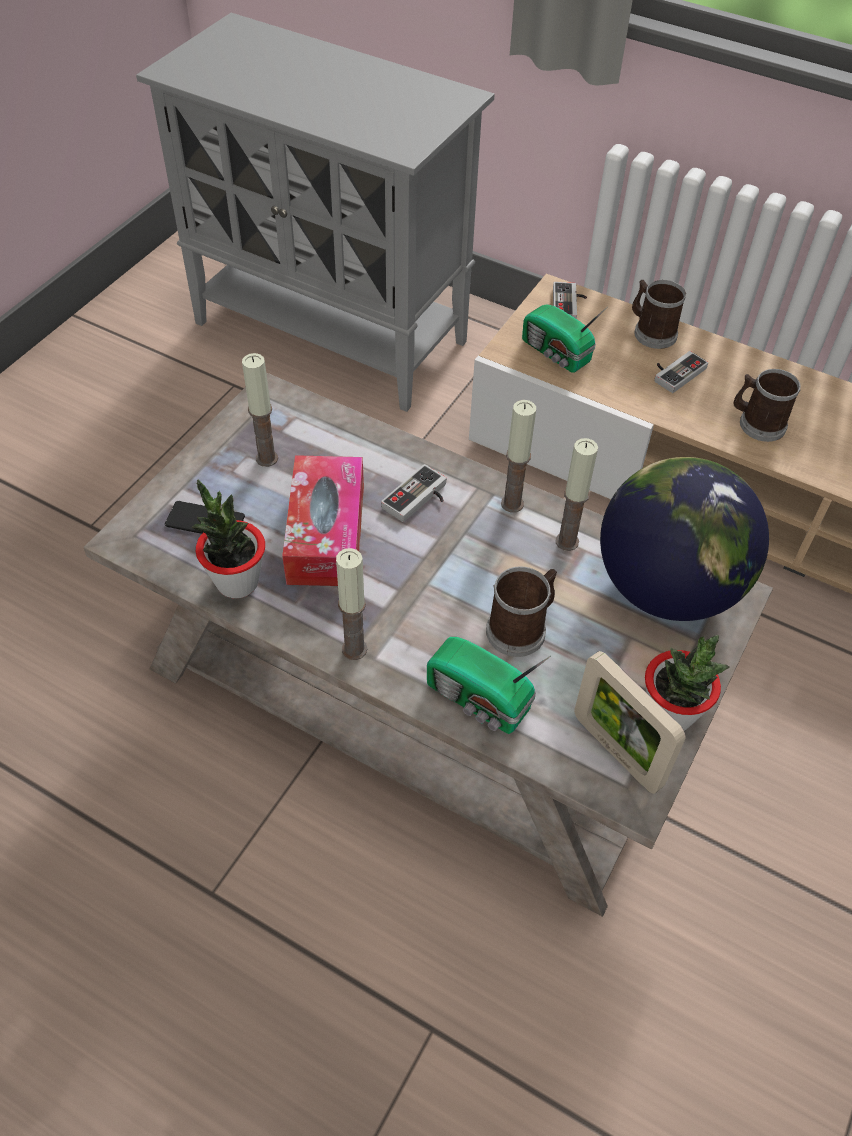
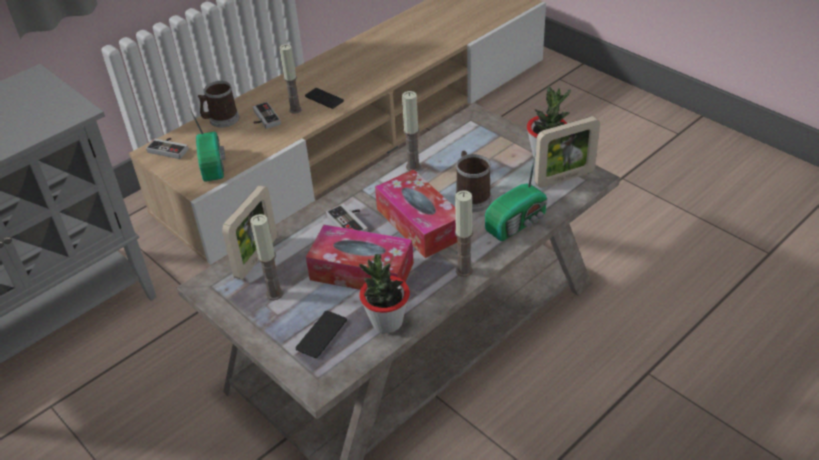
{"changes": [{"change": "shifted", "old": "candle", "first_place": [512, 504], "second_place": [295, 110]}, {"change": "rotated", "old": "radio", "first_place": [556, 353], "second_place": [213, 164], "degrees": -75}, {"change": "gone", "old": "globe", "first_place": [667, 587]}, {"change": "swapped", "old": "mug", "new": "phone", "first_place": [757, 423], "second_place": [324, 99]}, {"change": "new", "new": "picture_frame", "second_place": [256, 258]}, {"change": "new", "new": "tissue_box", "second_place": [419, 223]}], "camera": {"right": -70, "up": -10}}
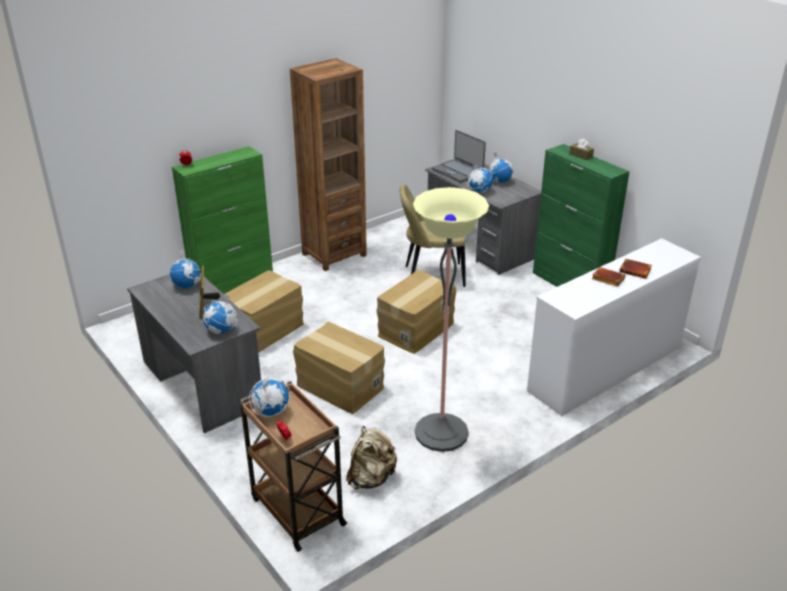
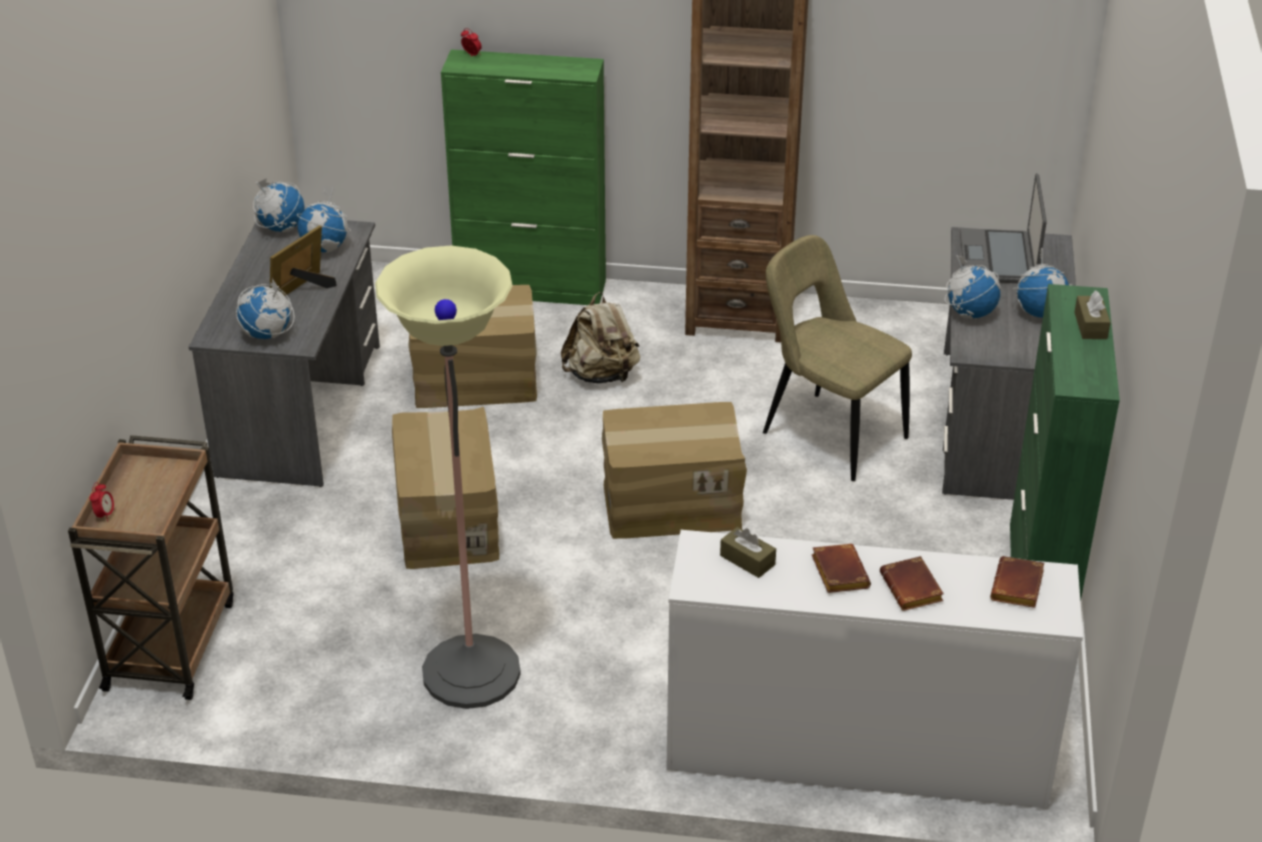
{"changes": [{"change": "shifted", "old": "globe", "first_place": [271, 412], "second_place": [281, 228]}, {"change": "shifted", "old": "beige_backpack", "first_place": [371, 478], "second_place": [602, 375]}, {"change": "new", "new": "brown_tissue_box", "second_place": [747, 560]}, {"change": "new", "new": "brown_book", "second_place": [1018, 588]}], "camera": {"right": 45, "up": 5}}
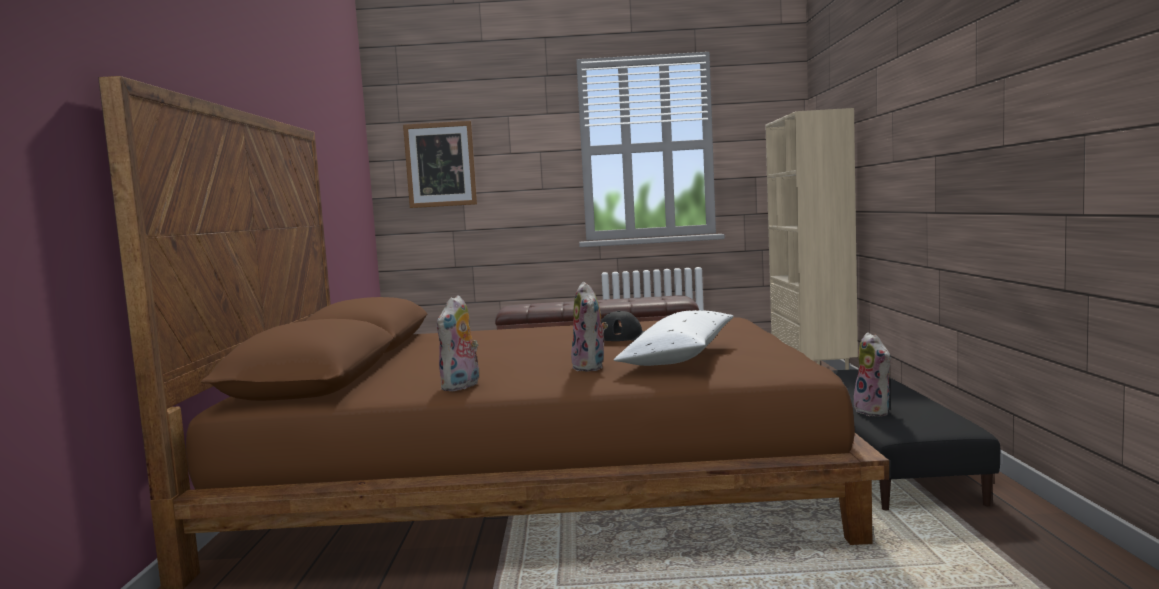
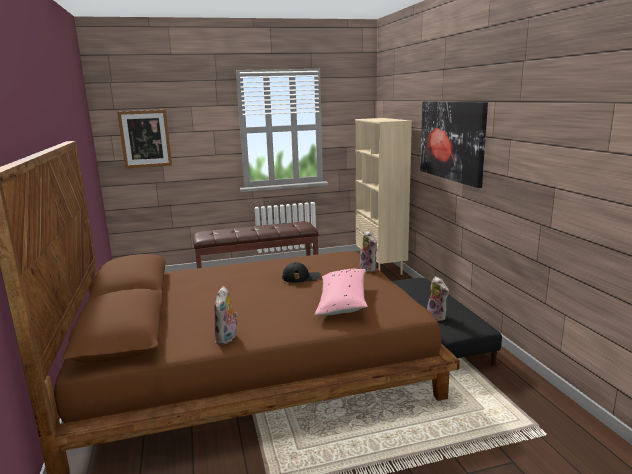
{"changes": [{"change": "shifted", "old": "plush_toy", "first_place": [591, 367], "second_place": [369, 269]}, {"change": "repainted", "old": "white_pillow", "new": "pink_pillow", "first_place": [679, 356], "second_place": [342, 301]}, {"change": "new", "new": "picture", "second_place": [451, 140]}], "camera": {"right": -15, "up": 10}}
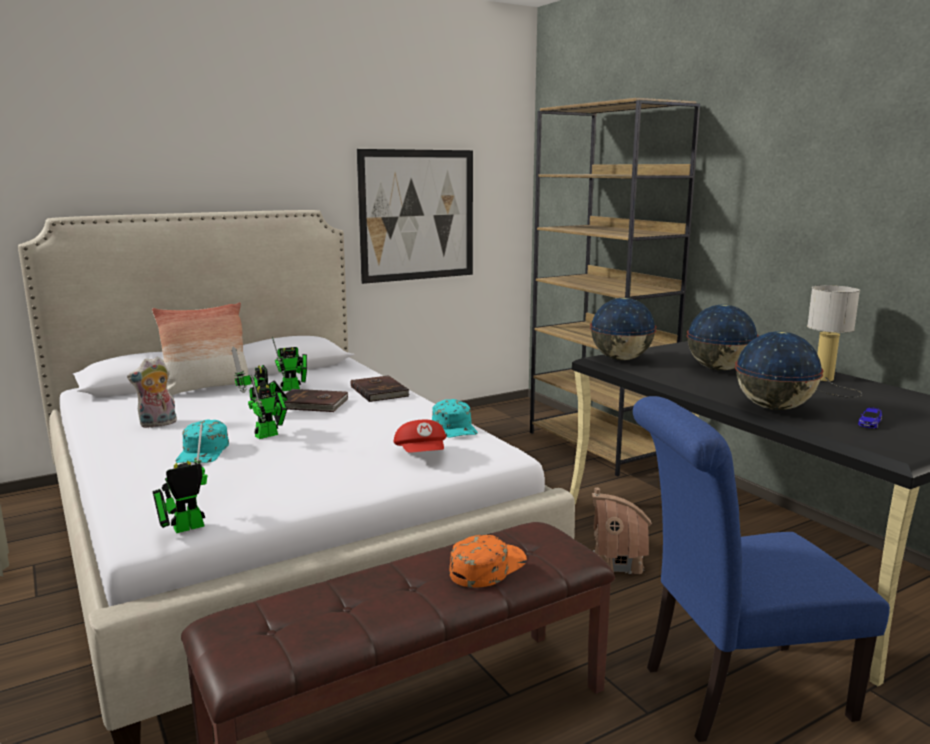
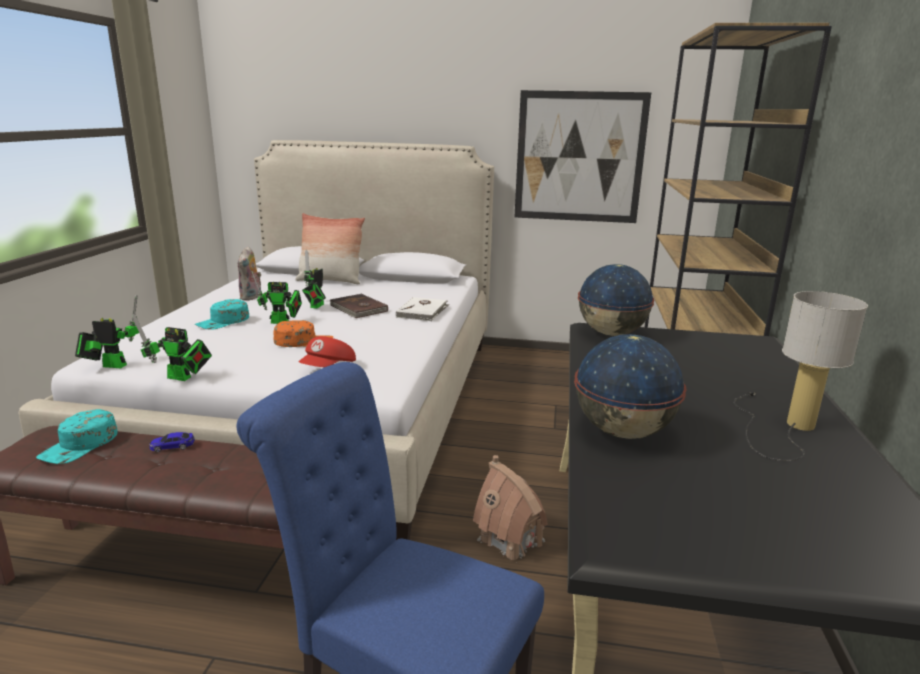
{"changes": [{"change": "rotated", "old": "plush_toy", "first_place": [157, 424], "second_place": [251, 297], "degrees": -90}, {"change": "shifted", "old": "toy_robot", "first_place": [294, 388], "second_place": [182, 378]}, {"change": "repainted", "old": "brown_book", "new": "white_book", "first_place": [380, 391], "second_place": [423, 311]}, {"change": "shifted", "old": "turquoise_cap", "first_place": [455, 427], "second_place": [80, 445]}, {"change": "shifted", "old": "orange_cap", "first_place": [487, 567], "second_place": [303, 341]}, {"change": "gone", "old": "globe", "first_place": [719, 369]}, {"change": "shifted", "old": "toy_car", "first_place": [869, 423], "second_place": [172, 447]}], "camera": {"right": 40, "up": 5}}
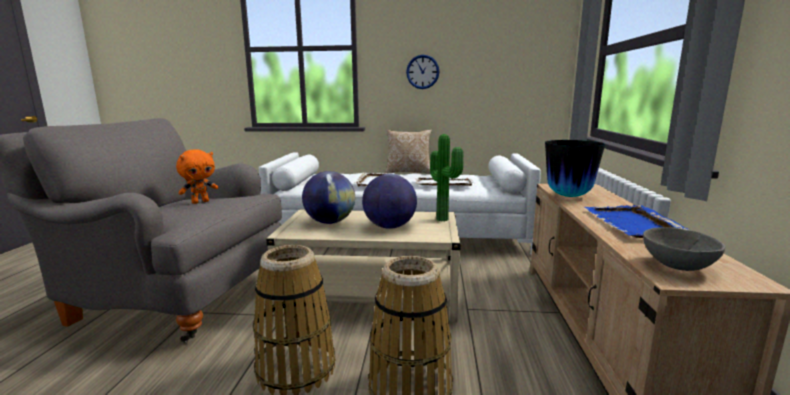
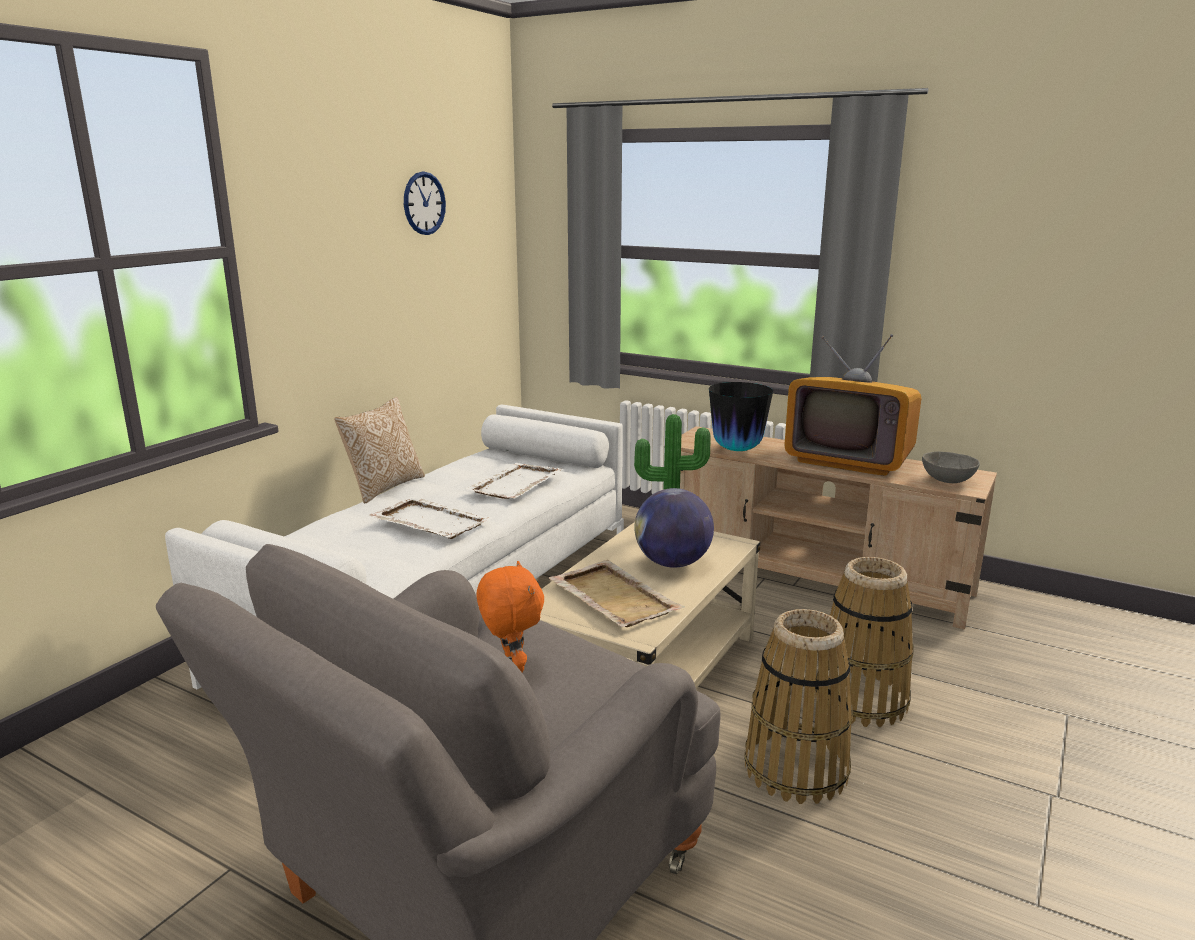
{"changes": [{"change": "swapped", "old": "globe", "new": "beige_tray", "first_place": [330, 222], "second_place": [613, 597]}, {"change": "shifted", "old": "wall_clock", "first_place": [422, 72], "second_place": [424, 203]}, {"change": "swapped", "old": "blue_tray", "new": "television", "first_place": [635, 225], "second_place": [849, 460]}], "camera": {"right": -65, "up": 5}}
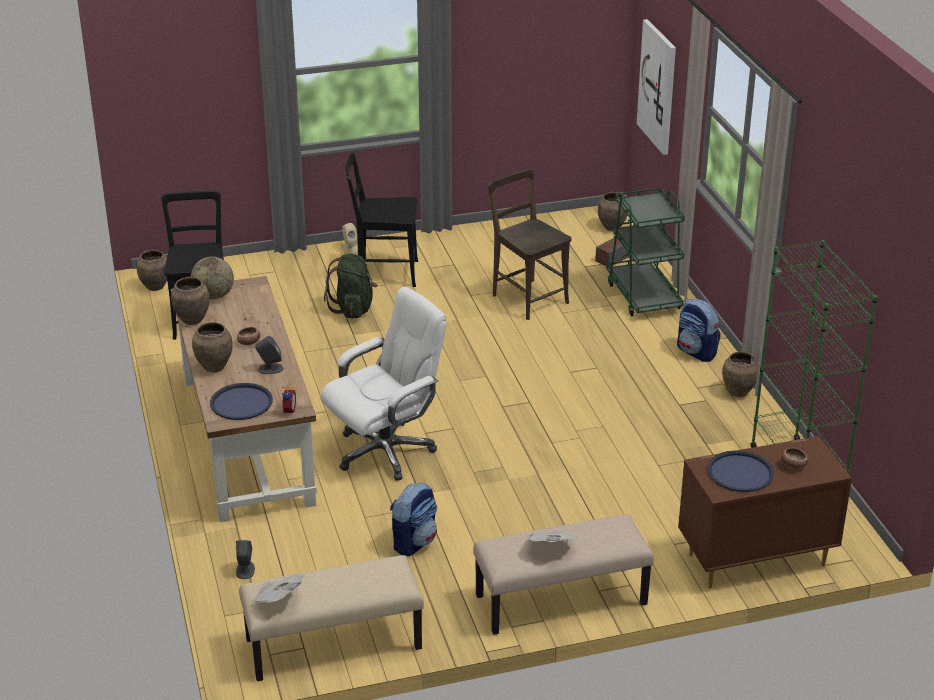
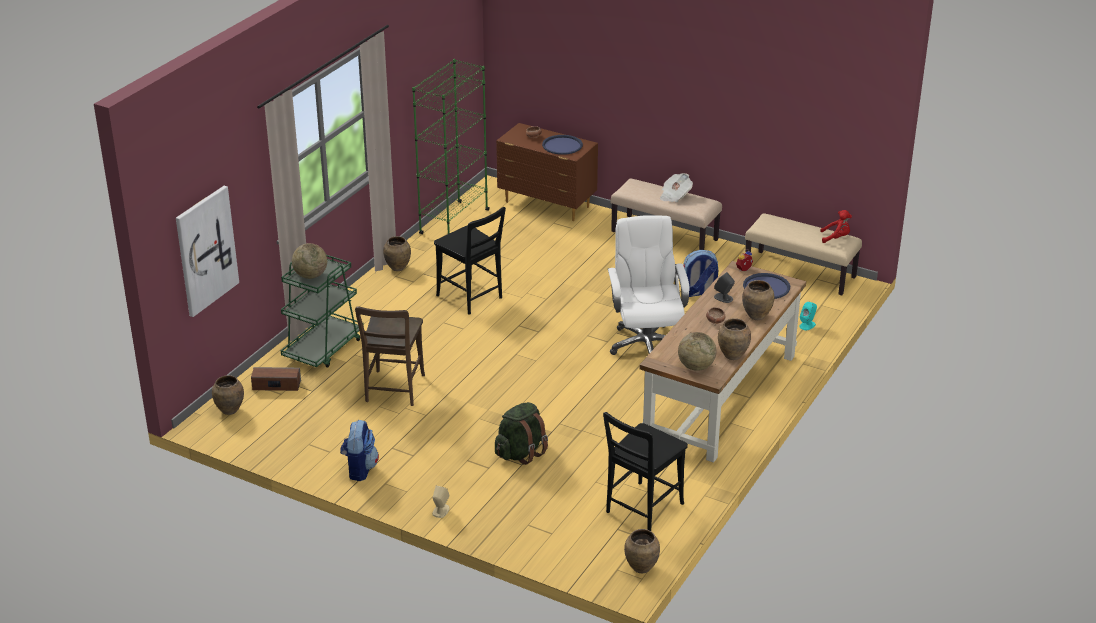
{"changes": [{"change": "repainted", "old": "grey_speaker", "new": "turquoise_speaker", "first_place": [245, 570], "second_place": [807, 325]}, {"change": "swapped", "old": "newspaper", "new": "red_plush_toy", "first_place": [278, 599], "second_place": [836, 238]}, {"change": "rotated", "old": "white_office_chair", "first_place": [385, 451], "second_place": [646, 344], "degrees": 75}, {"change": "shifted", "old": "black_chair", "first_place": [384, 273], "second_place": [471, 298]}, {"change": "shifted", "old": "backpack", "first_place": [696, 352], "second_place": [359, 469]}, {"change": "new", "new": "globe", "second_place": [310, 275]}], "camera": {"right": -135, "up": 0}}
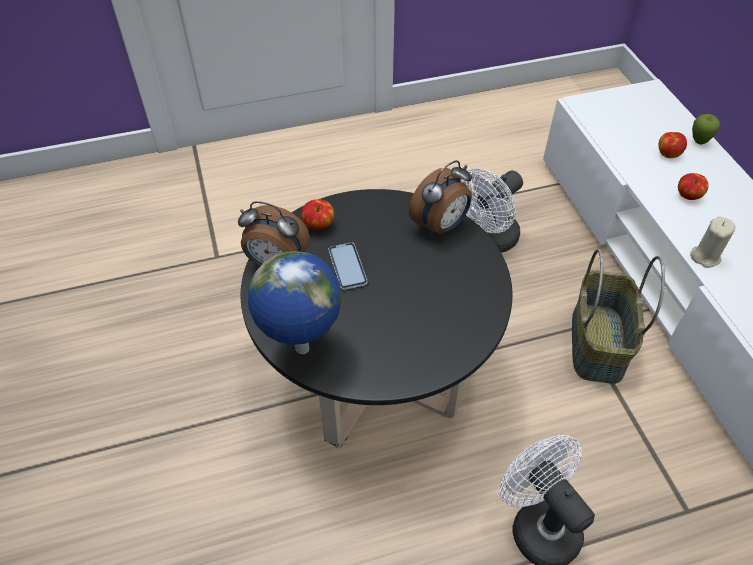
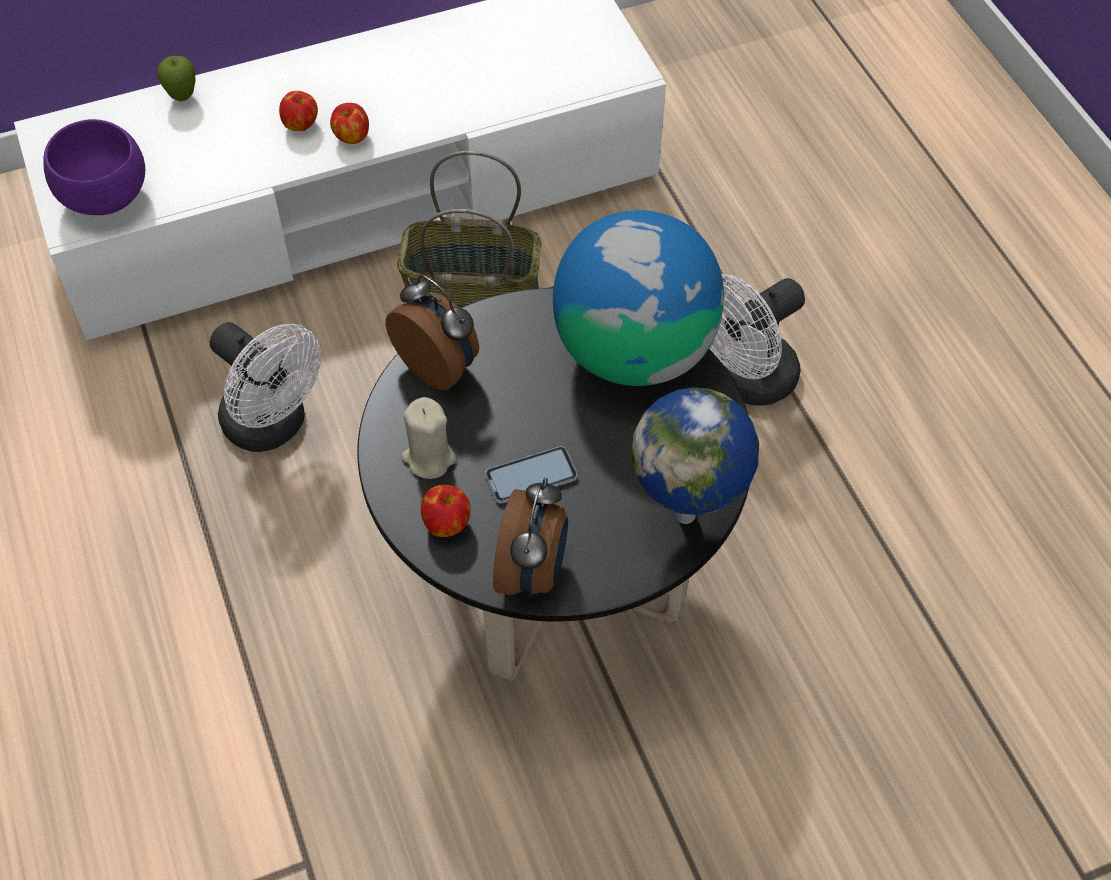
{"changes": [{"change": "shifted", "old": "apple", "first_place": [668, 154], "second_place": [351, 137]}, {"change": "shifted", "old": "beige_candle", "first_place": [705, 256], "second_place": [428, 458]}, {"change": "new", "new": "purple_bowl", "second_place": [108, 198]}, {"change": "new", "new": "globe", "second_place": [633, 350]}], "camera": {"right": -95, "up": 5}}
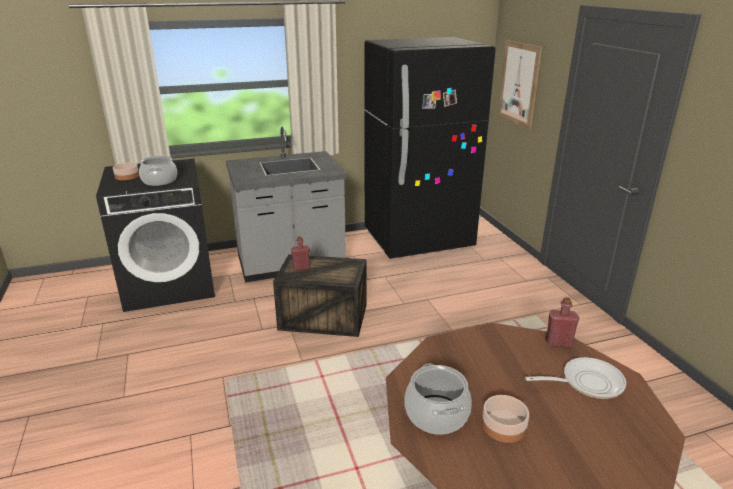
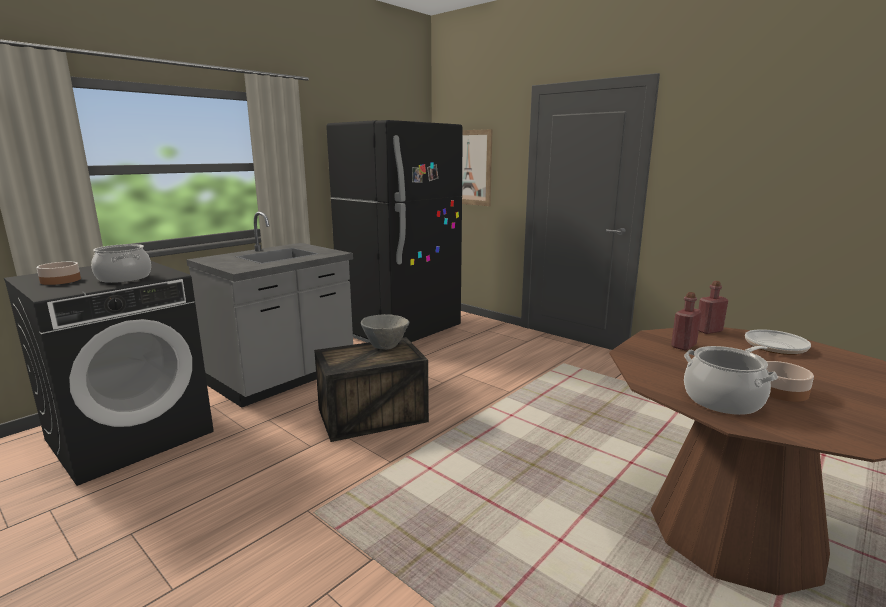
{"changes": [{"change": "shifted", "old": "red_bottle", "first_place": [301, 268], "second_place": [683, 346]}, {"change": "new", "new": "grey_bowl", "second_place": [386, 346]}], "camera": {"right": -30, "up": -10}}
